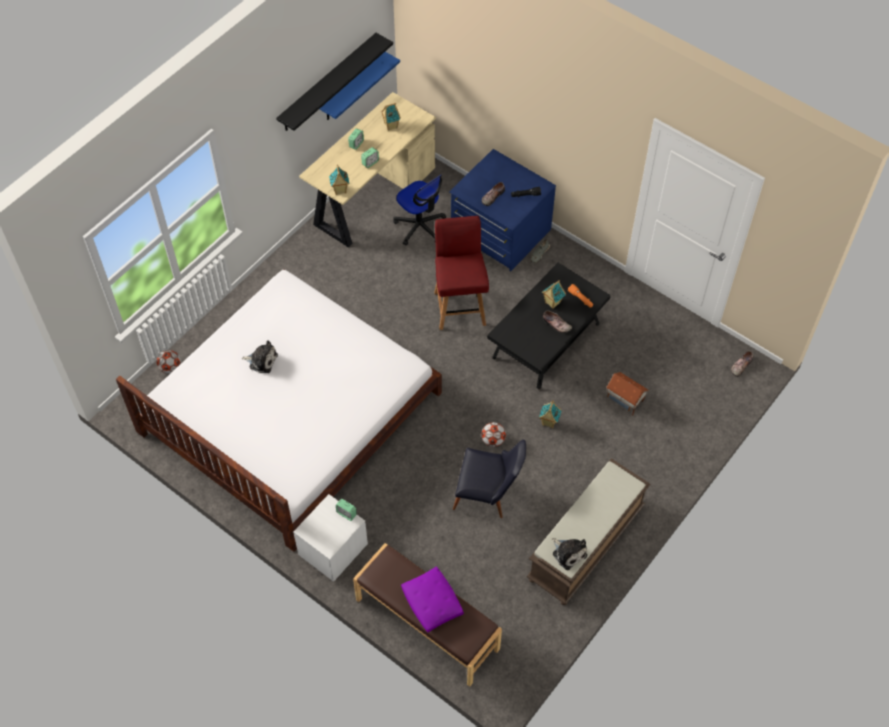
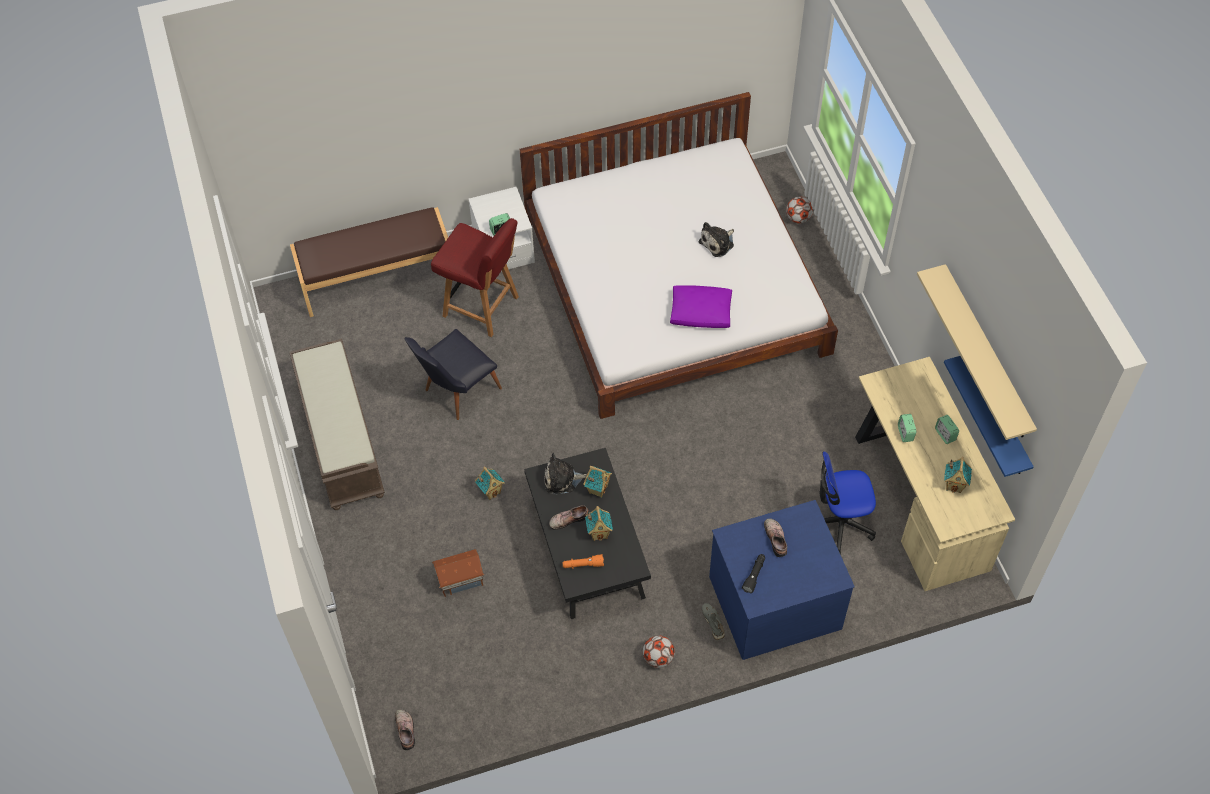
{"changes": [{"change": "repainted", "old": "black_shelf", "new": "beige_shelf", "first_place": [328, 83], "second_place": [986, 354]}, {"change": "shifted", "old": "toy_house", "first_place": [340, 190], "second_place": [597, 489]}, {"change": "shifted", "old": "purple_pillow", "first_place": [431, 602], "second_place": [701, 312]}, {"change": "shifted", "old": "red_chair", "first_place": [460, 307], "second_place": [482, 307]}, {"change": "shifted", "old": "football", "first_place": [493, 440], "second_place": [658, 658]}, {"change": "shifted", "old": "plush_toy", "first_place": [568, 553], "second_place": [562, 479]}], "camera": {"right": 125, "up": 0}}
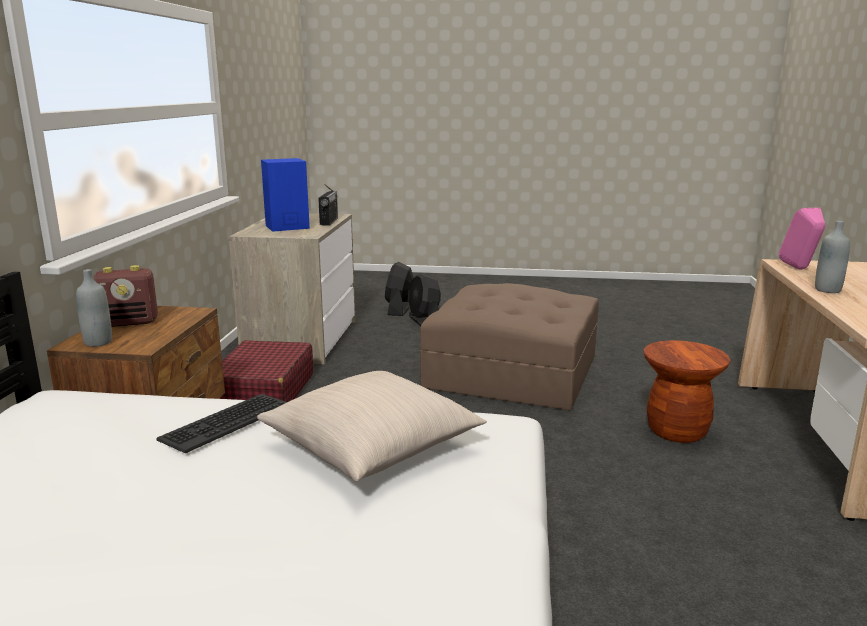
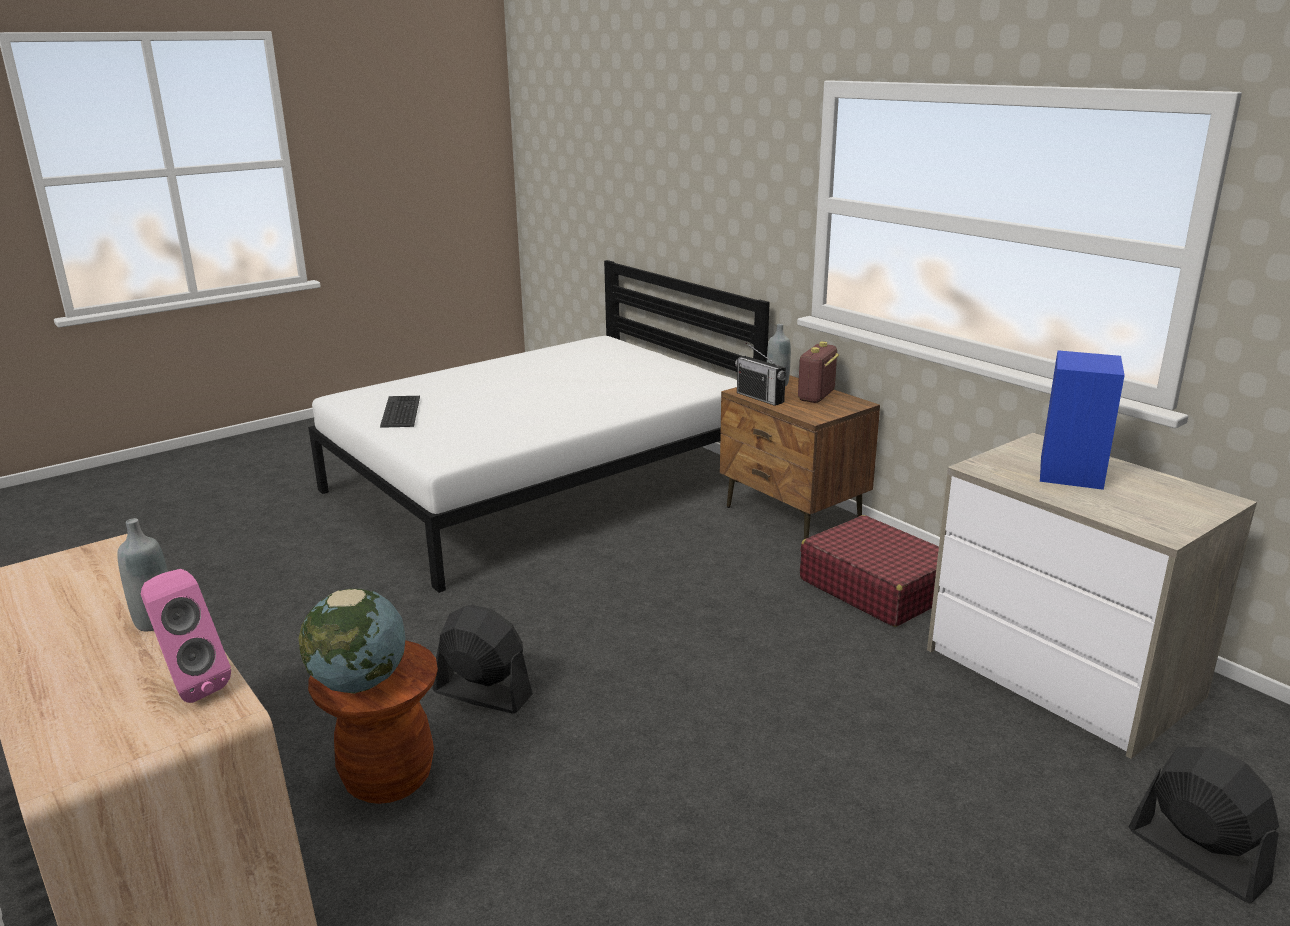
{"changes": [{"change": "shifted", "old": "keyboard", "first_place": [226, 422], "second_place": [401, 412]}, {"change": "gone", "old": "beige_pillow", "first_place": [371, 447]}, {"change": "shifted", "old": "radio", "first_place": [329, 221], "second_place": [760, 398]}, {"change": "shifted", "old": "black_fan", "first_place": [425, 322], "second_place": [482, 693]}, {"change": "gone", "old": "brown_ottoman", "first_place": [511, 372]}, {"change": "new", "new": "globe", "second_place": [359, 683]}], "camera": {"right": 135, "up": 5}}
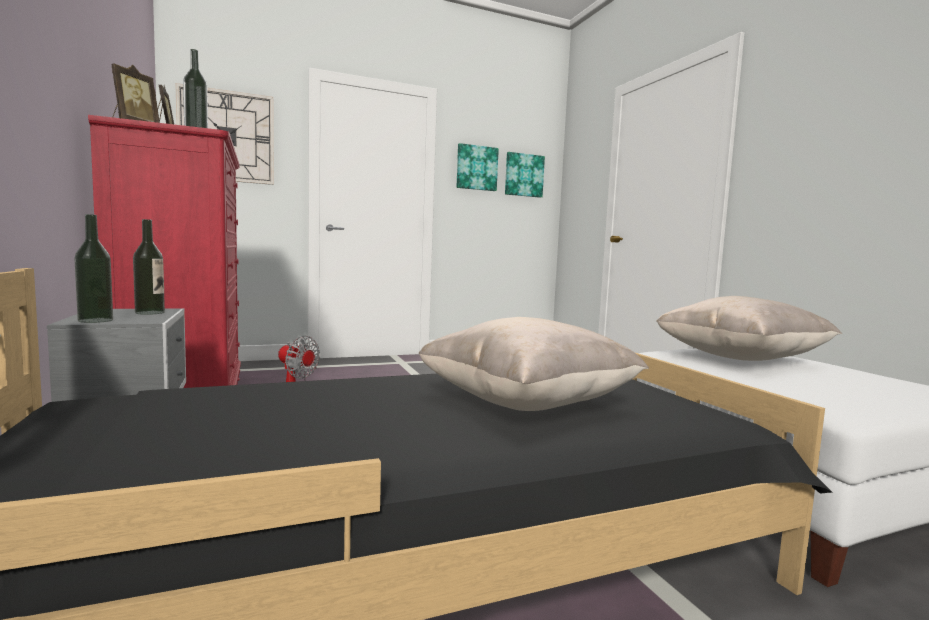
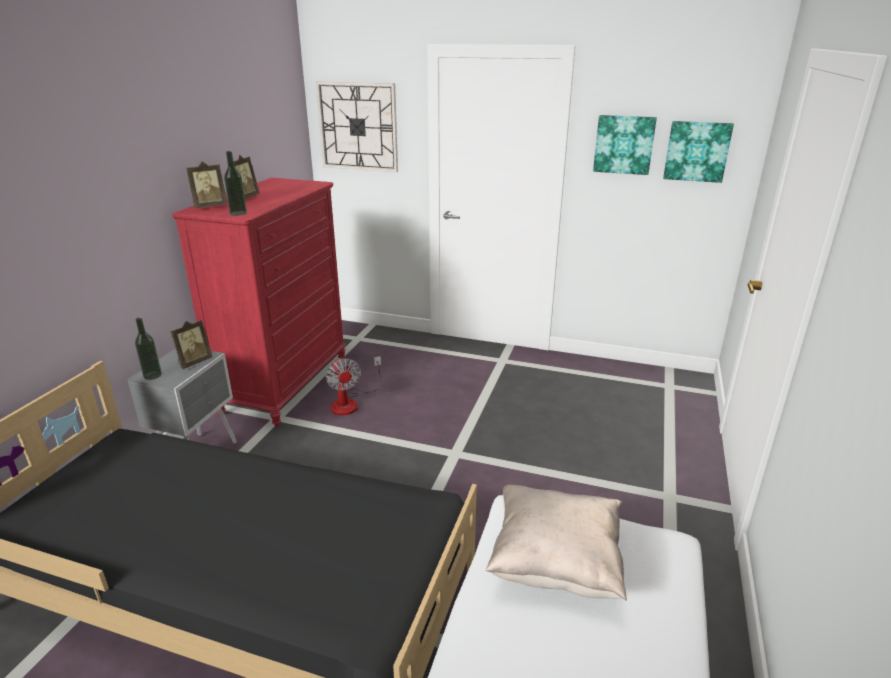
{"changes": [{"change": "swapped", "old": "bottle", "new": "picture_frame", "first_place": [150, 312], "second_place": [194, 362]}, {"change": "gone", "old": "beige_pillow", "first_place": [526, 405]}], "camera": {"right": 40, "up": 20}}
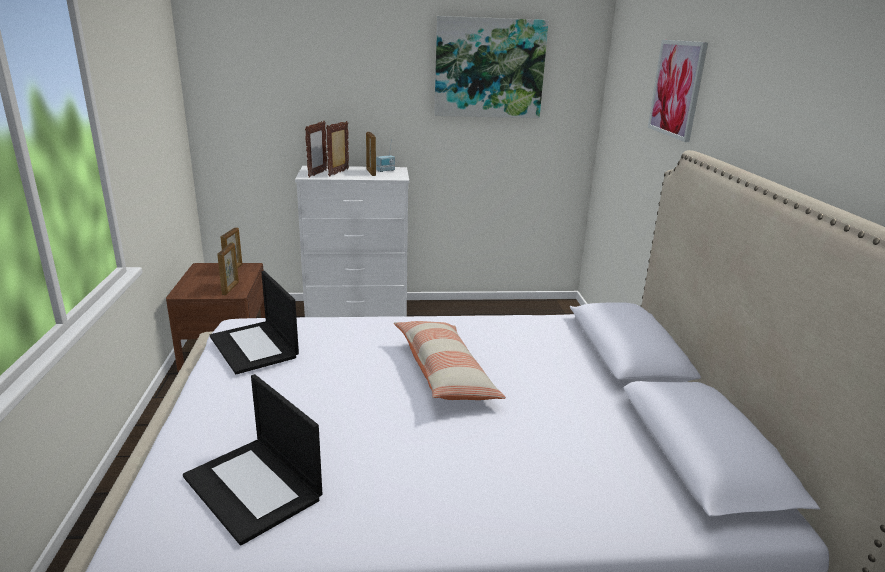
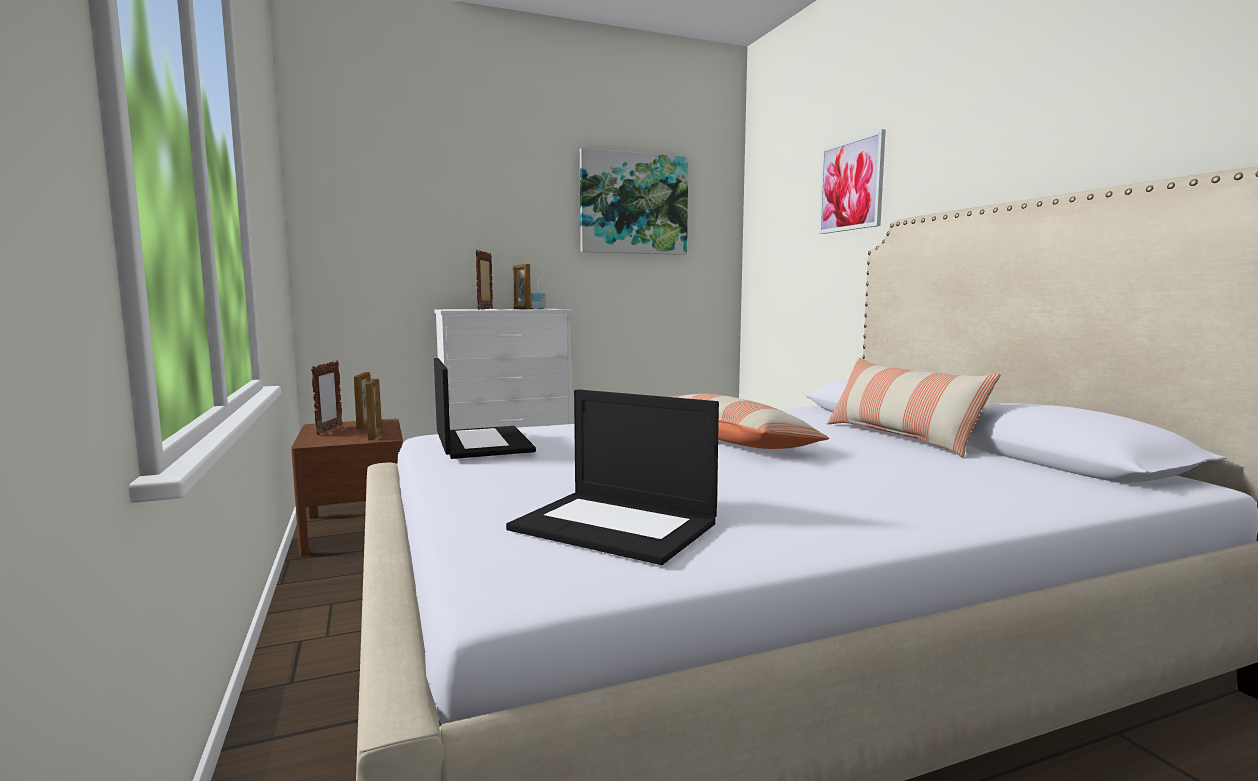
{"changes": [{"change": "rotated", "old": "laptop", "first_place": [255, 347], "second_place": [481, 443], "degrees": -150}, {"change": "shifted", "old": "picture_frame", "first_place": [317, 174], "second_place": [329, 430]}, {"change": "new", "new": "pillow", "second_place": [900, 437]}], "camera": {"right": -15, "up": -15}}
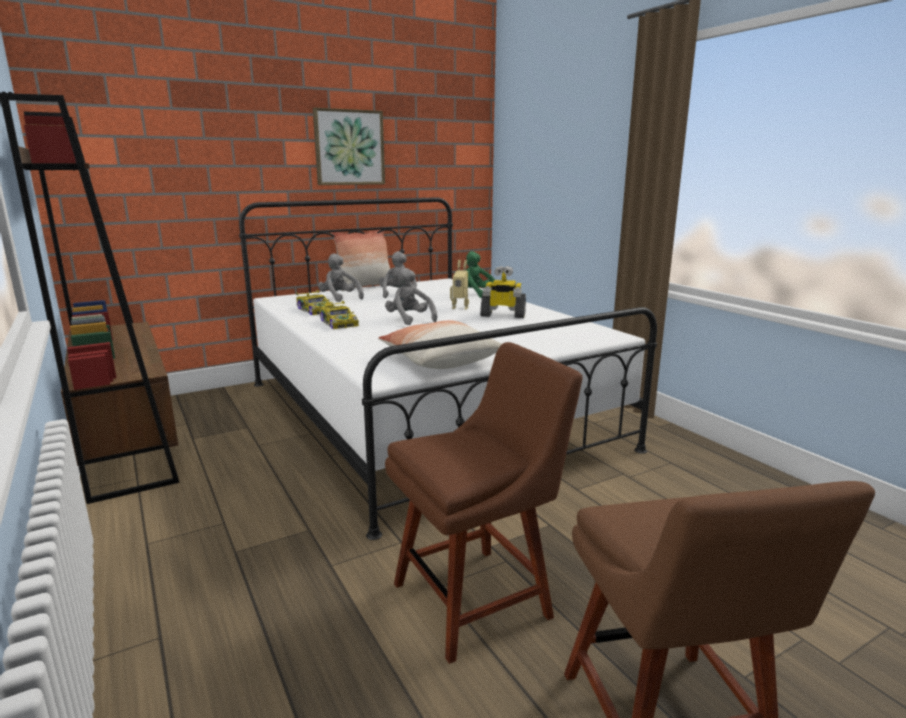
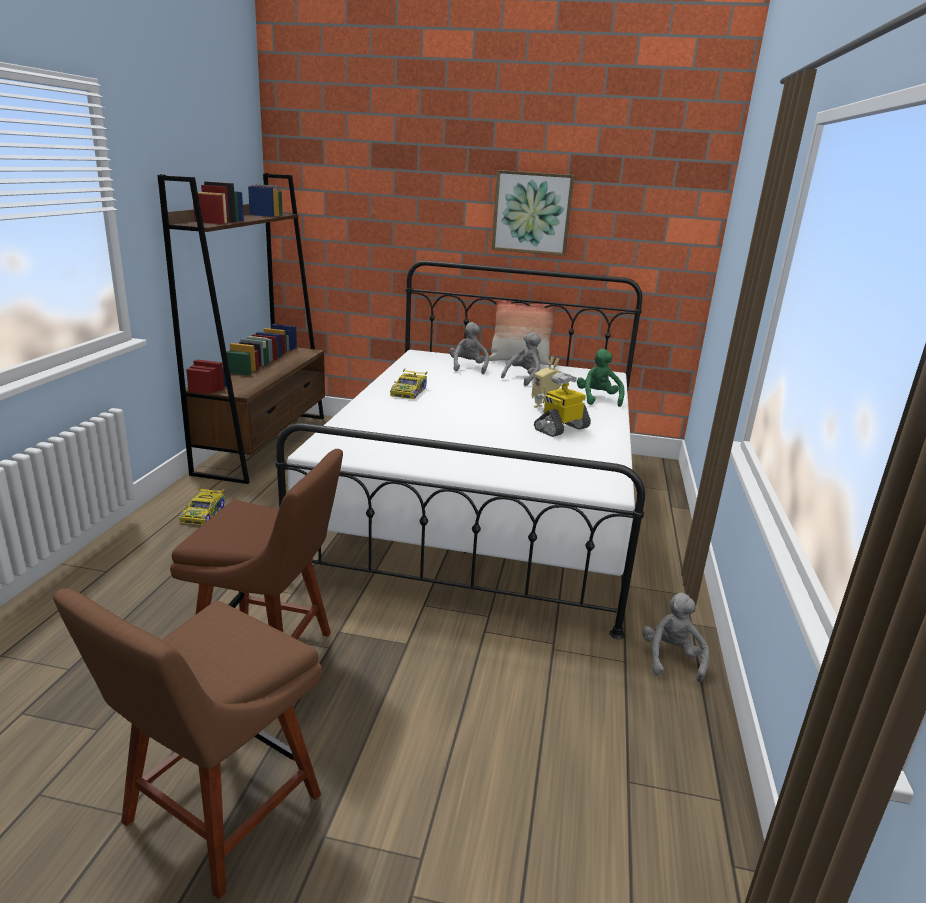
{"changes": [{"change": "shifted", "old": "toy_car", "first_place": [315, 310], "second_place": [204, 513]}, {"change": "gone", "old": "pillow", "first_place": [440, 361]}, {"change": "shifted", "old": "grey_plush_toy", "first_place": [409, 320], "second_place": [671, 658]}, {"change": "rotated", "old": "toy_robot", "first_place": [502, 315], "second_place": [560, 428], "degrees": 90}], "camera": {"right": 40, "up": 5}}
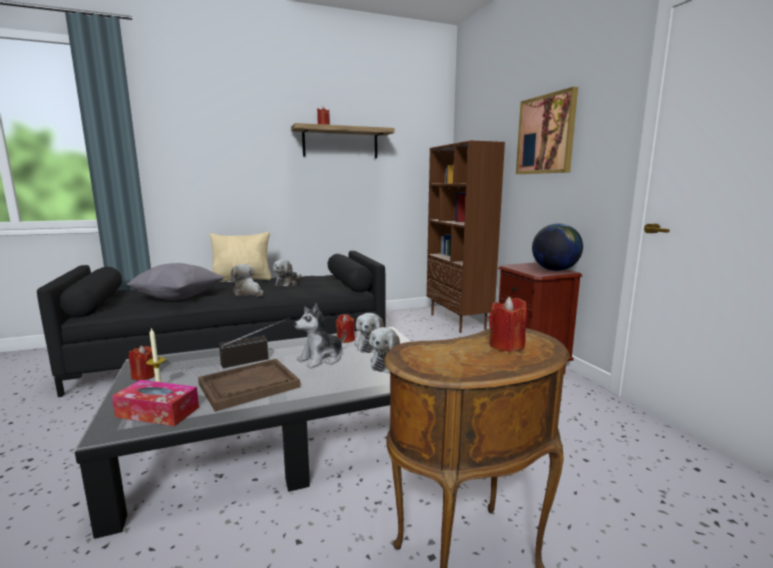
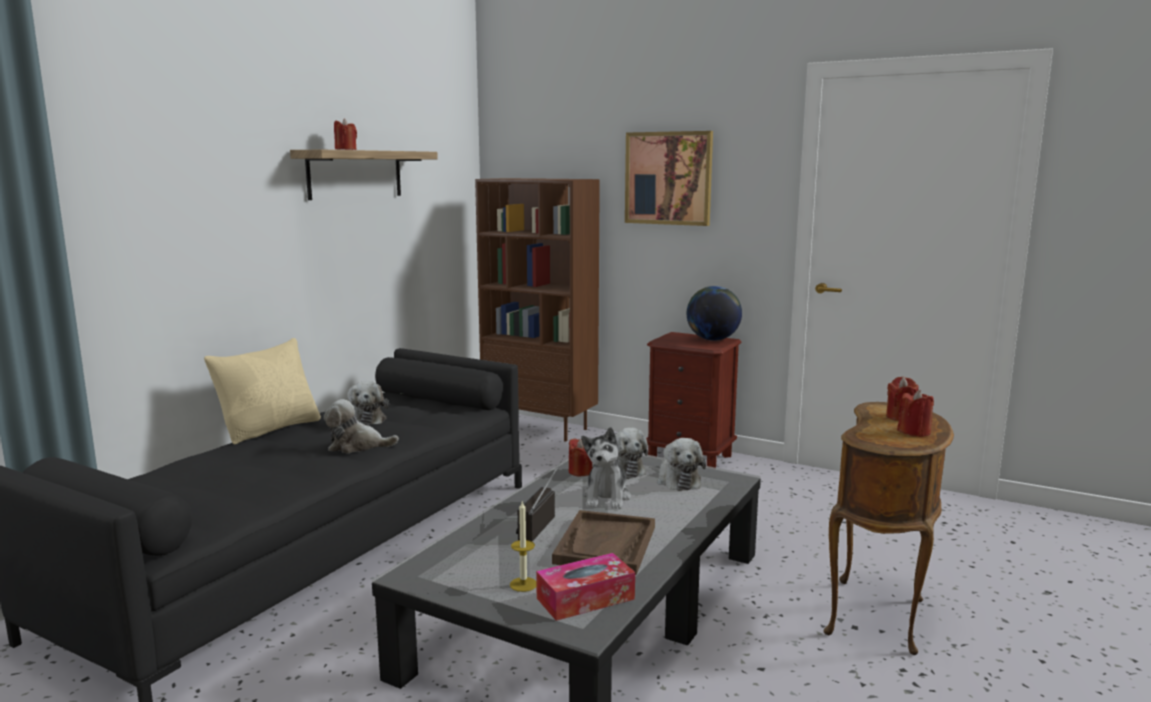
{"changes": [{"change": "gone", "old": "grey_pillow", "first_place": [178, 297]}, {"change": "shifted", "old": "red_candle", "first_place": [144, 375], "second_place": [914, 432]}], "camera": {"right": -40, "up": 0}}
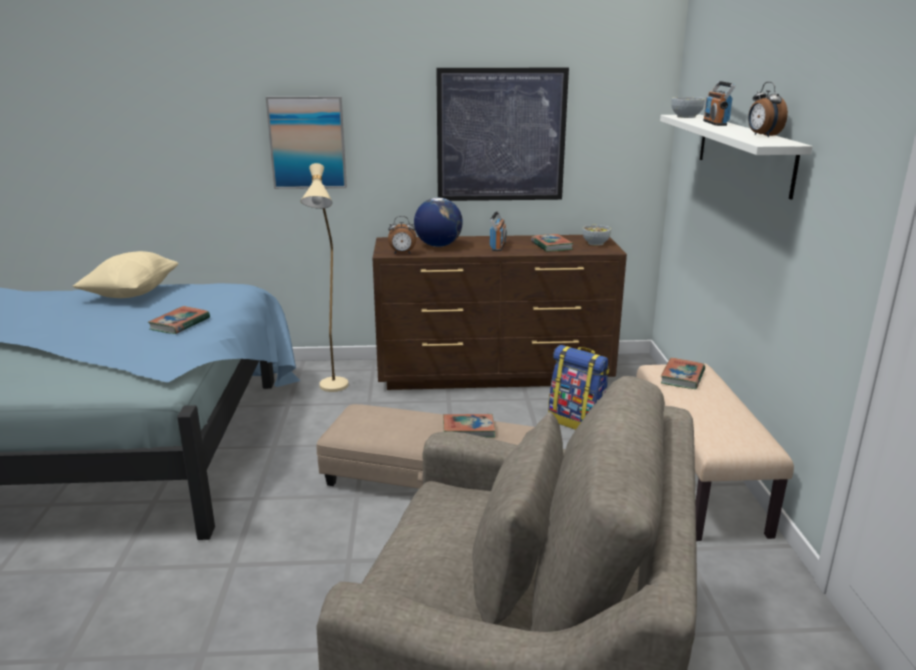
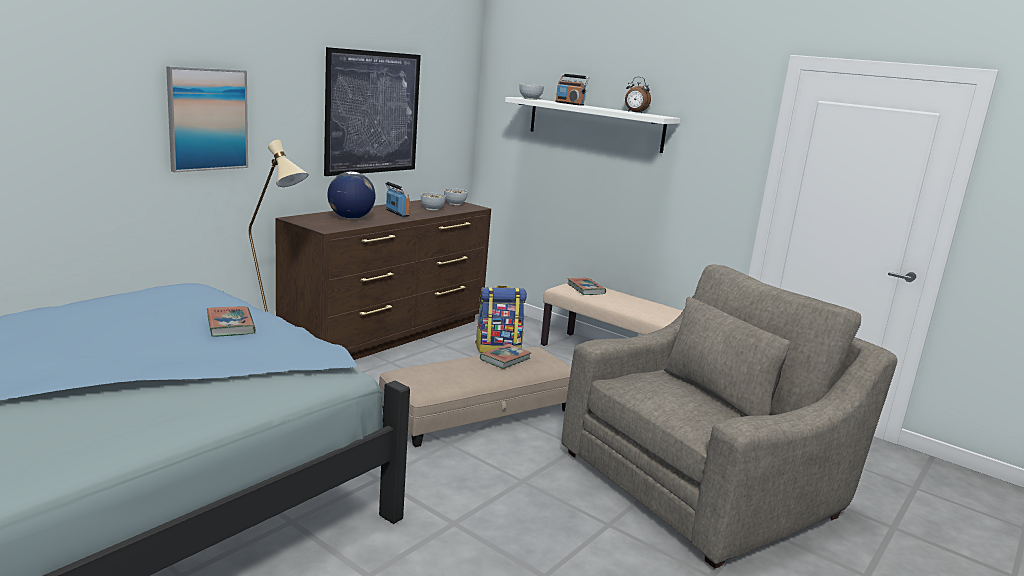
{"changes": [{"change": "gone", "old": "beige_pillow", "first_place": [131, 293]}, {"change": "gone", "old": "alarm_clock", "first_place": [402, 253]}, {"change": "swapped", "old": "book", "new": "bowl", "first_place": [551, 246], "second_place": [432, 208]}], "camera": {"right": -50, "up": -5}}
